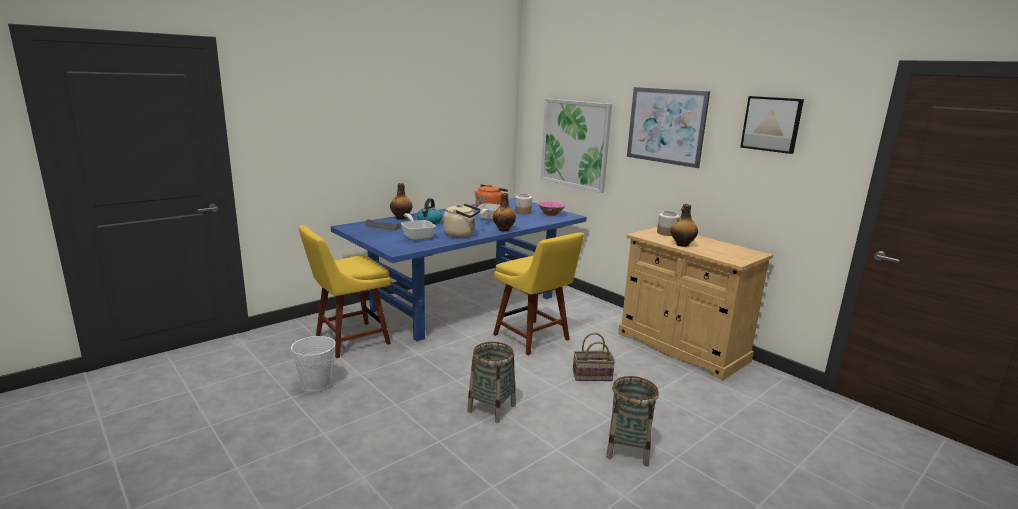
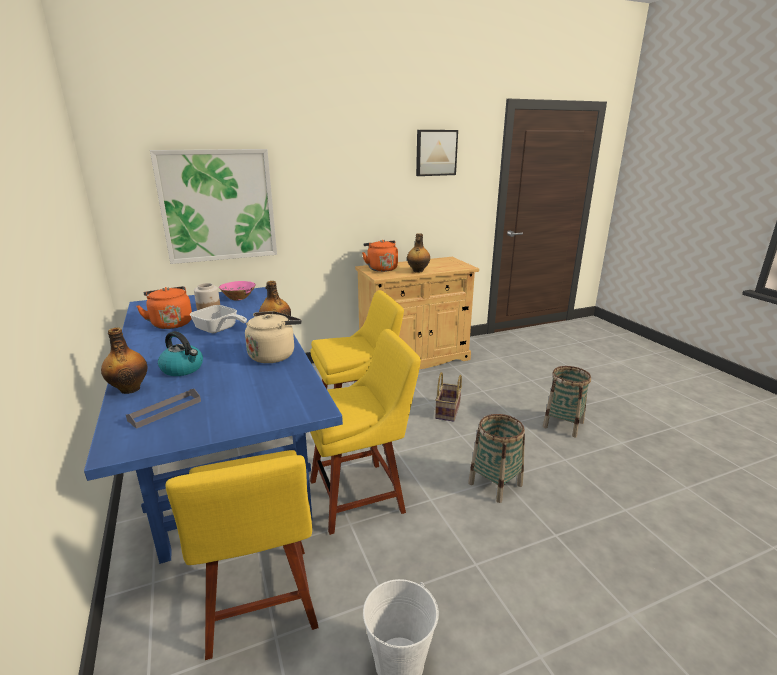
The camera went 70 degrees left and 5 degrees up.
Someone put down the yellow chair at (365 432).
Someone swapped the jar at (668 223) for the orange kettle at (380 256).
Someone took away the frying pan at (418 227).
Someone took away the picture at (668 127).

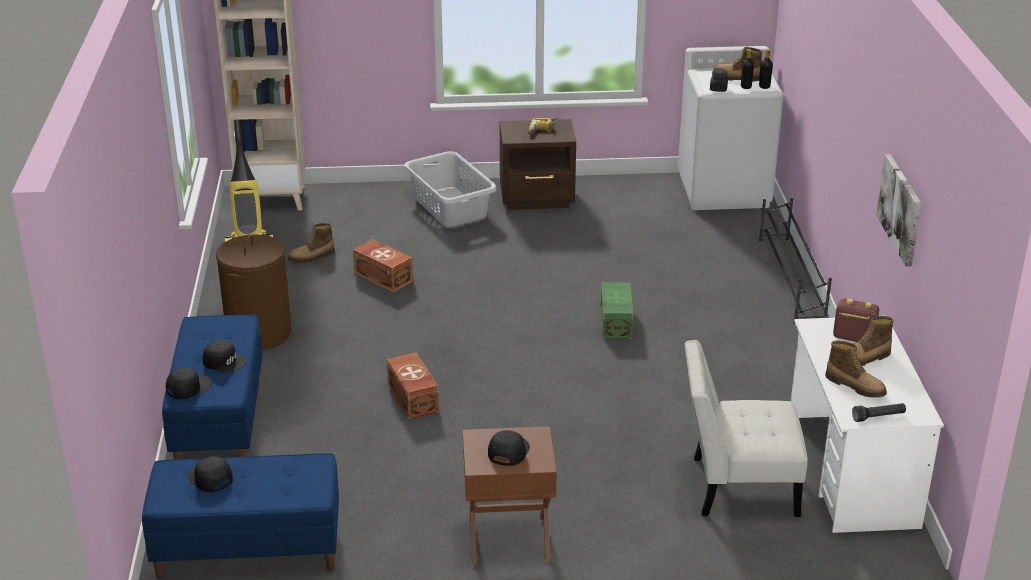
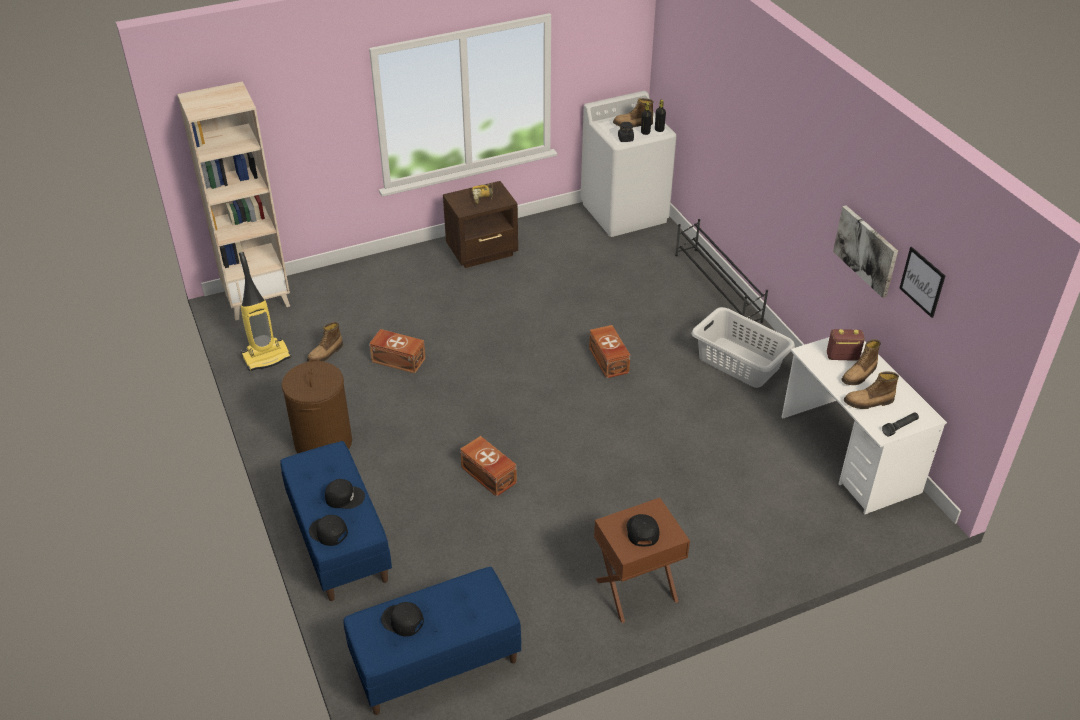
The camera went 20 degrees left and 10 degrees up.
Someone rotated the black cap at (188 383) by 90 degrees counterclockwise.
Someone repainted the green storage box at (617 310), which became the brown storage box at (609 351).
Someone carried the grey laundry basket from (450 189) to (743 347).
Someone rotated the boot at (856 369) by 150 degrees clockwise.
Someone put up the picture at (922 282).
Someone took away the white chair at (746 428).

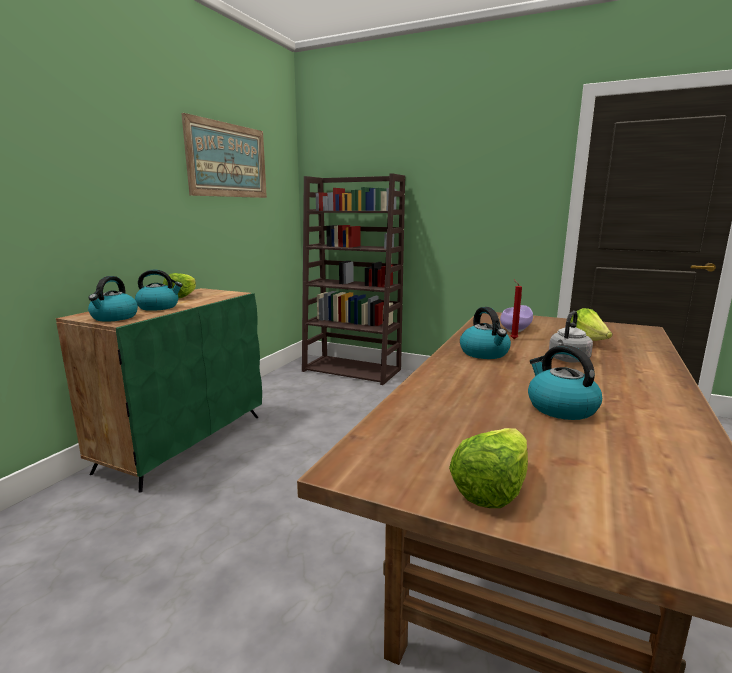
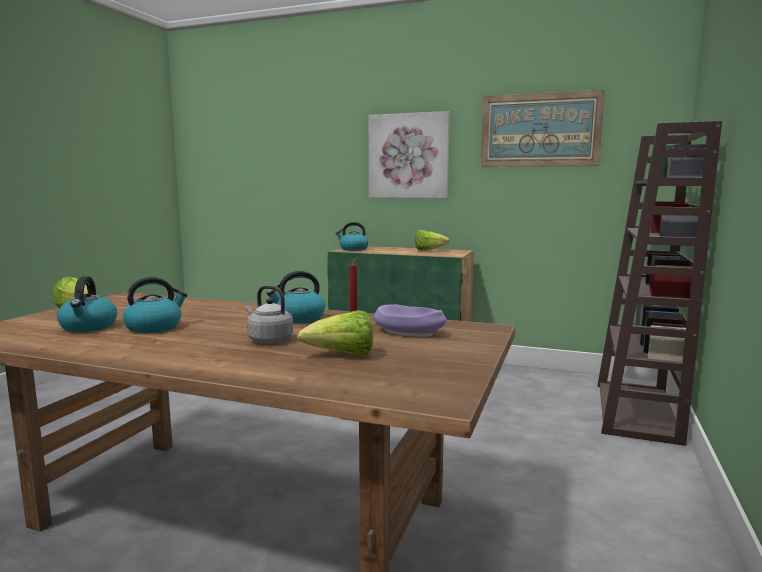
The camera went 85 degrees right and 5 degrees down.
Someone carried the kettle from (159 290) to (87 304).
Someone put up the picture at (409 154).

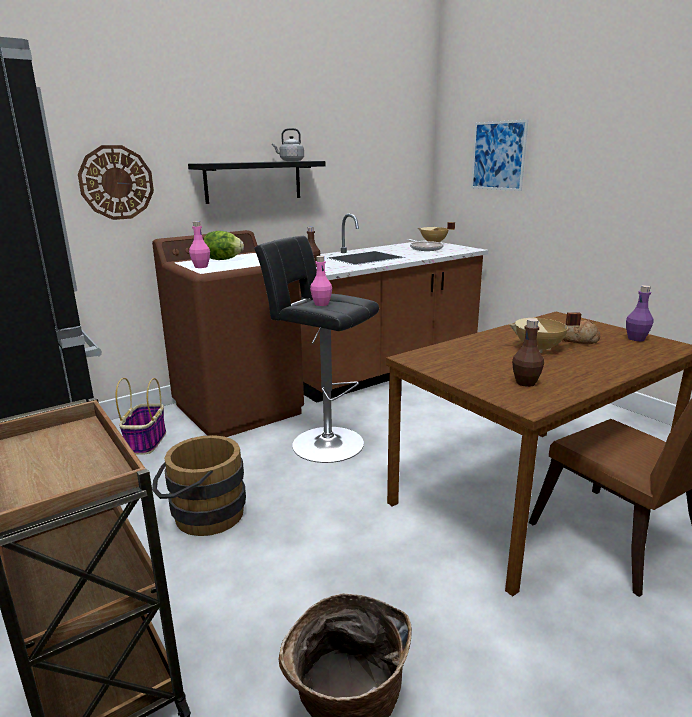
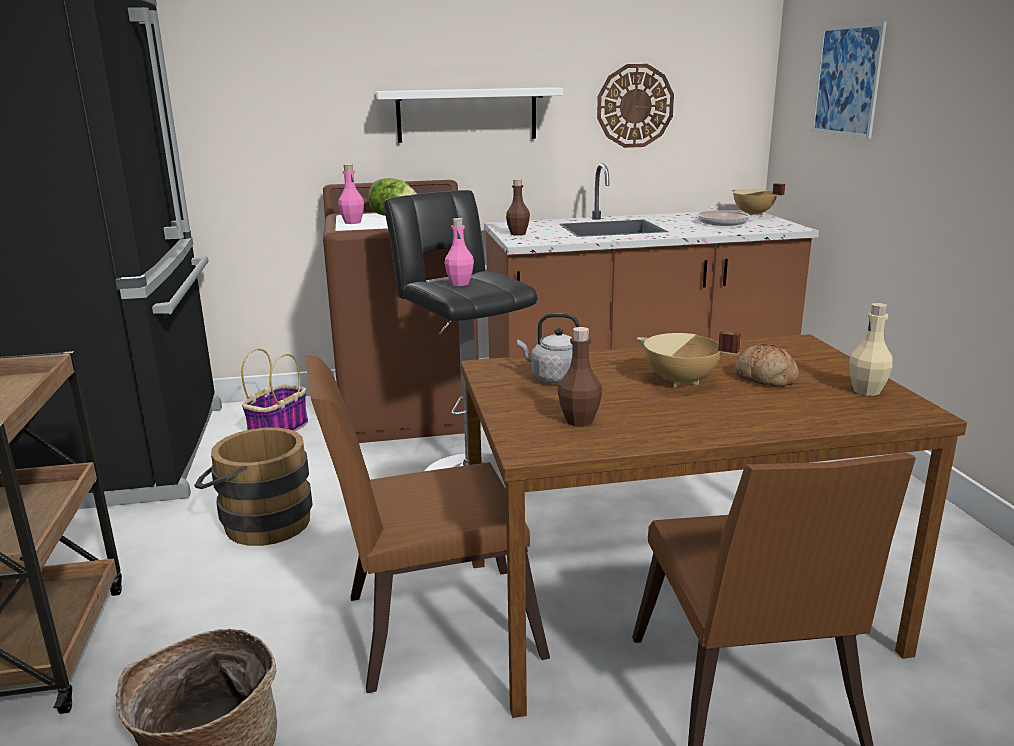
The camera went 25 degrees right and 0 degrees up.
Someone put down the brown chair at (427 524).
Someone repainted the black shelf at (256 182), which became the white shelf at (469 115).
Someone carried the grey kettle from (288 144) to (548 348).
Someone carried the wall clock from (116 182) to (635 106).
Someone repainted the purple bottle at (639 313), which became the beige bottle at (871 349).

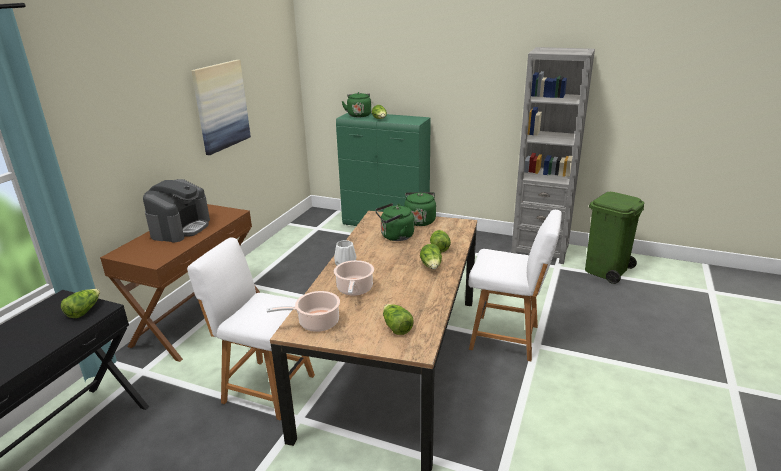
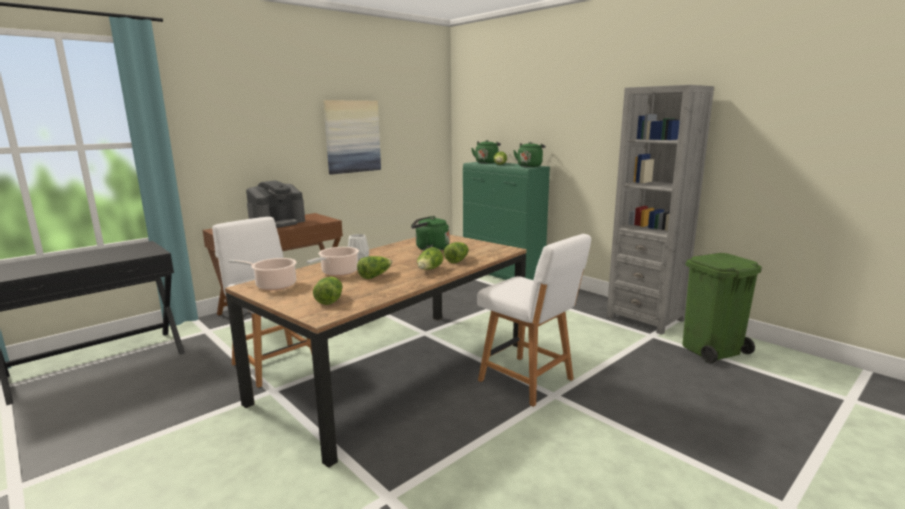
The camera went 25 degrees right and 10 degrees down.
Someone carried the lettuce from (80 303) to (374 267).
Someone carried the green kettle from (416 209) to (529 154).

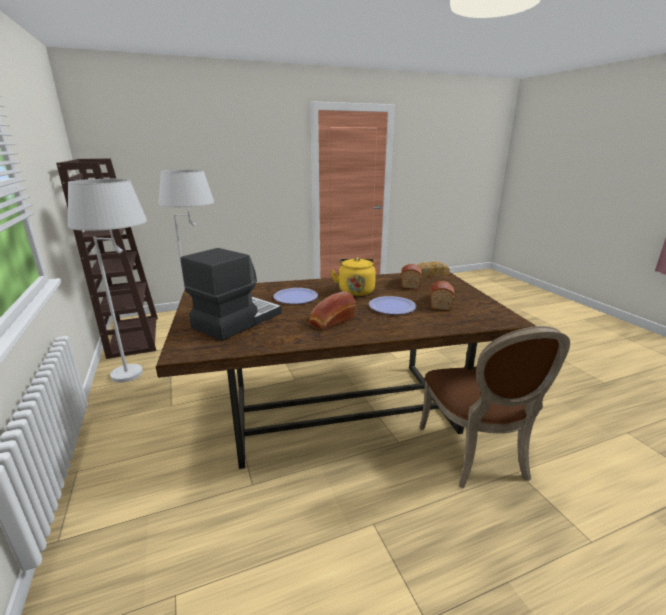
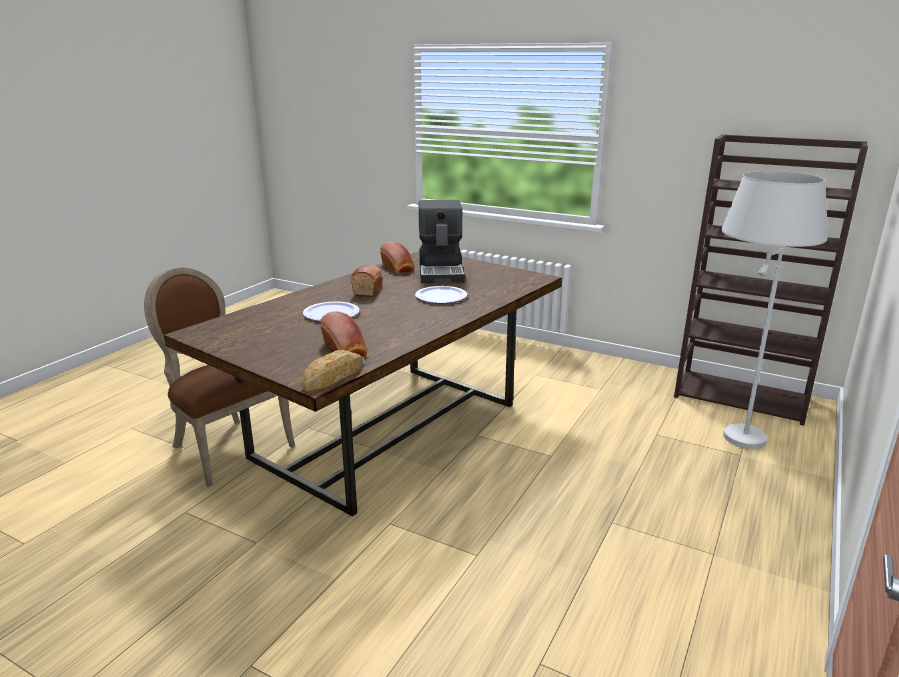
The camera went 140 degrees right and 0 degrees up.
Someone carried the bread from (442 296) to (397 257).
Someone took away the white floor lamp at (107 281).
Someone took away the yellow kettle at (353 276).

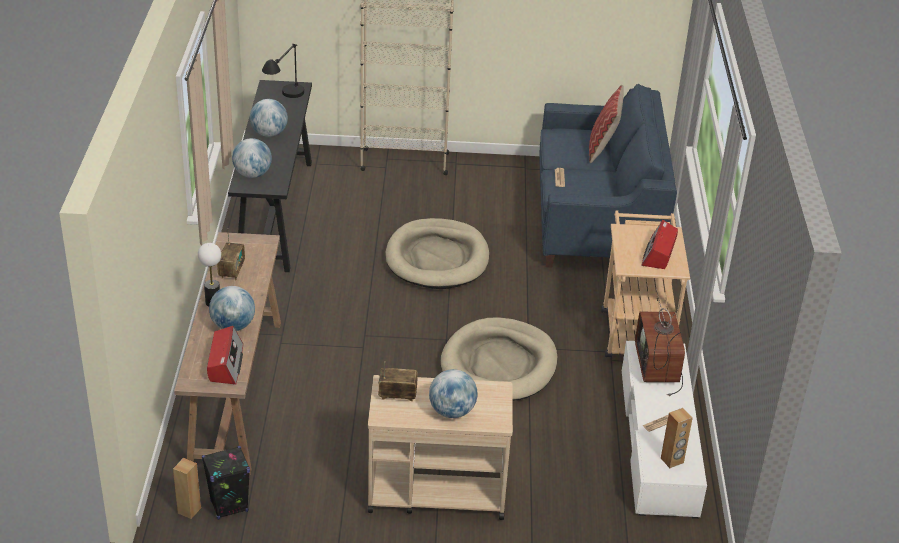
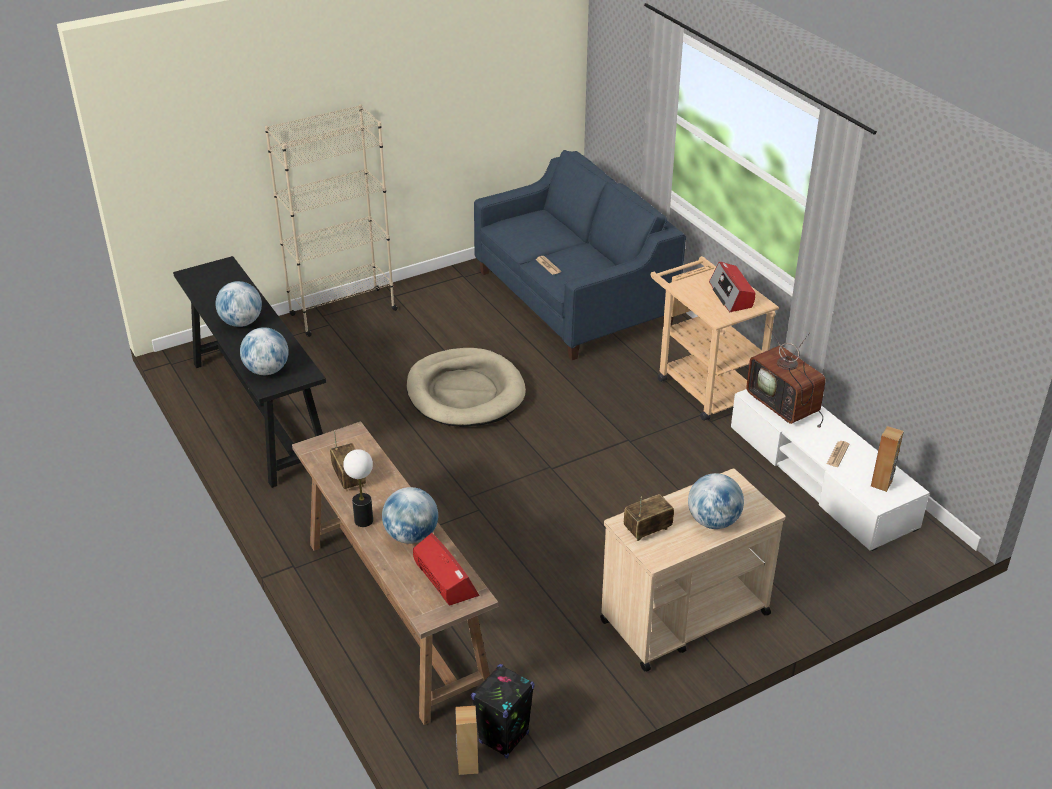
The camera went 30 degrees left and 0 degrees up.
Someone took away the black table lamp at (283 71).
Someone took away the beige dog bed at (499 359).
Someone took away the pillow at (606 124).

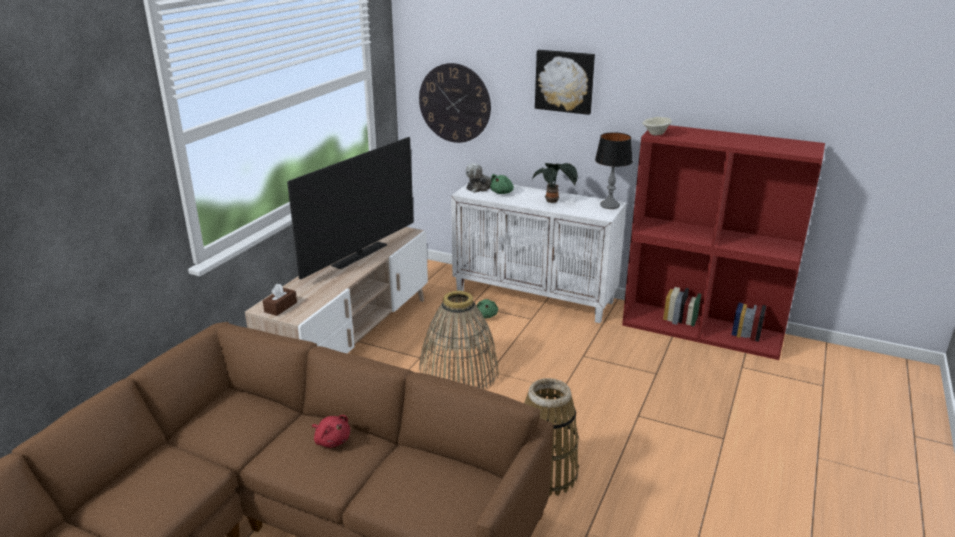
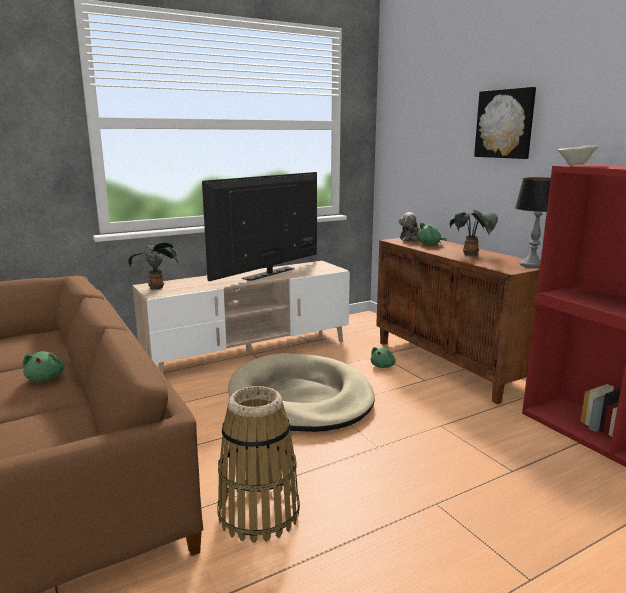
The camera went 35 degrees right and 10 degrees down.
Someone repainted the red plush toy at (331 431), which became the green plush toy at (44 366).
Someone swapped the brown tissue box at (280 299) for the potted plant at (153 265).
Someone rotated the television at (350 208) by 150 degrees clockwise.
Someone swapped the basket at (459 340) for the beige dog bed at (301 392).
Someone repainted the white cabinet at (539 253), which became the brown cabinet at (458 321).
Someone took away the wall clock at (455 103).

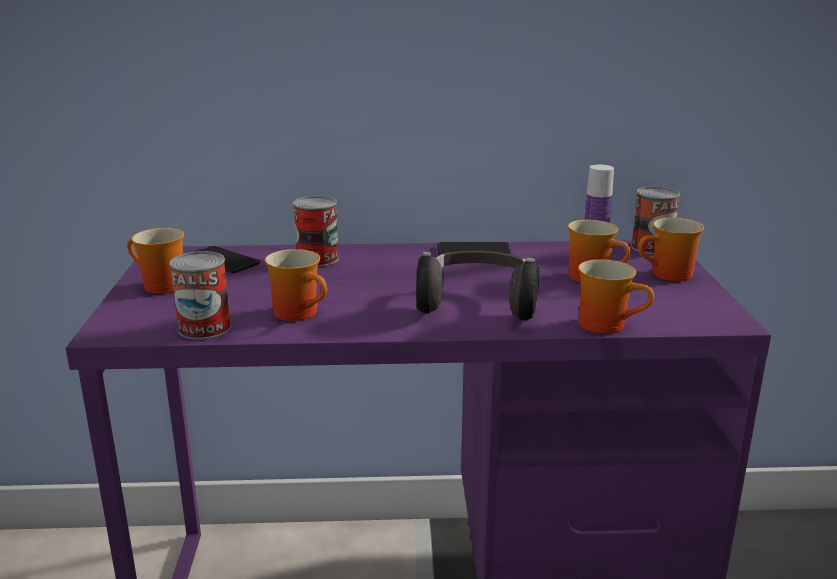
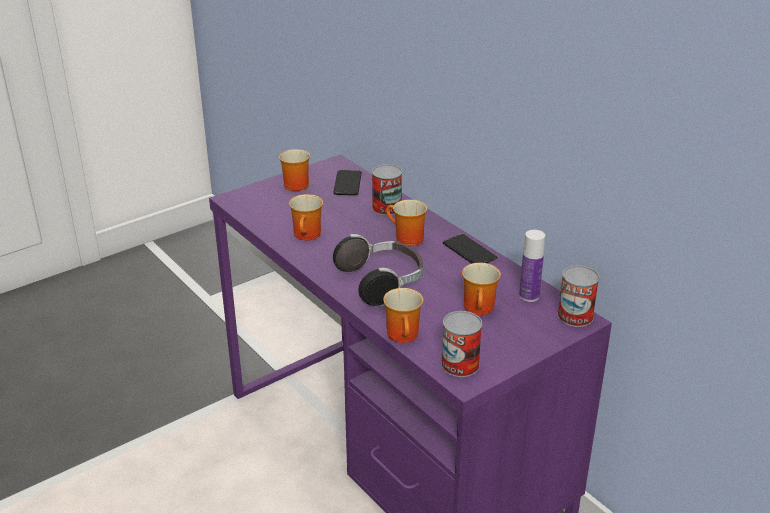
The camera went 55 degrees right and 10 degrees up.
Someone carried the mug from (671 249) to (406 222).
Someone carried the can from (200 295) to (461 344).

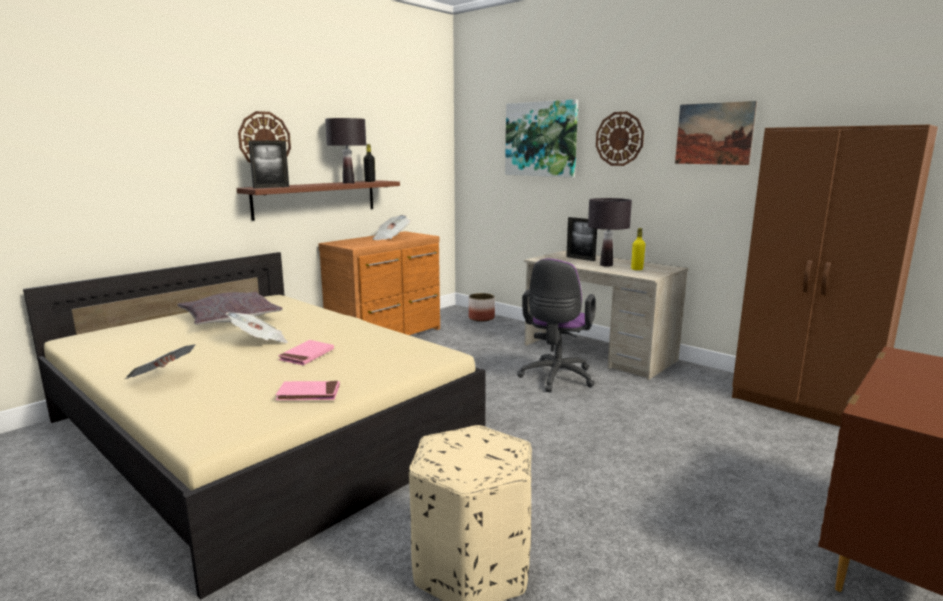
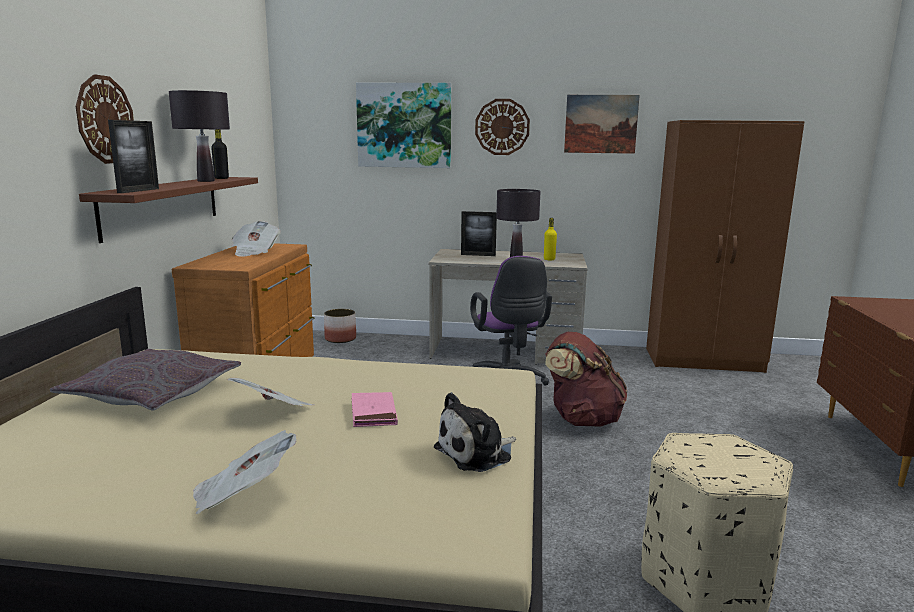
The camera went 35 degrees left and 0 degrees up.
Someone swapped the pink book at (308 390) for the plush toy at (475 432).
Someone put down the brown backpack at (586 379).

